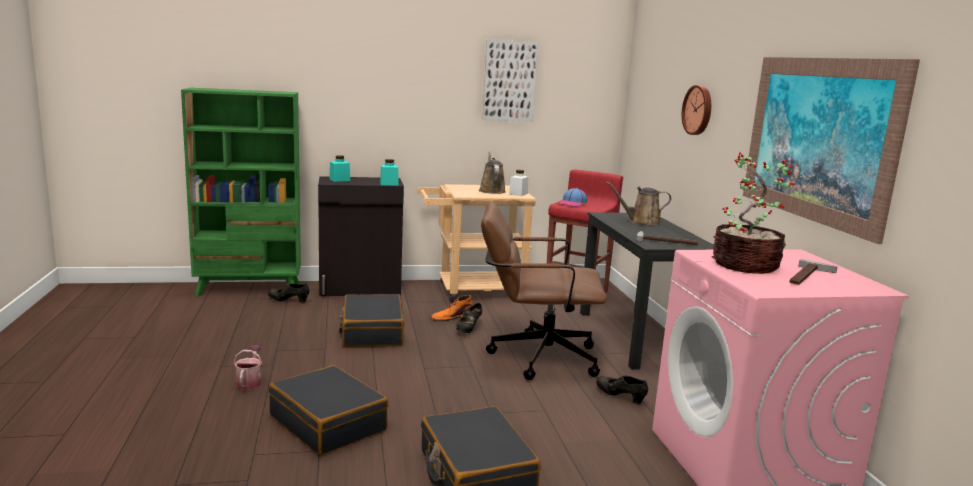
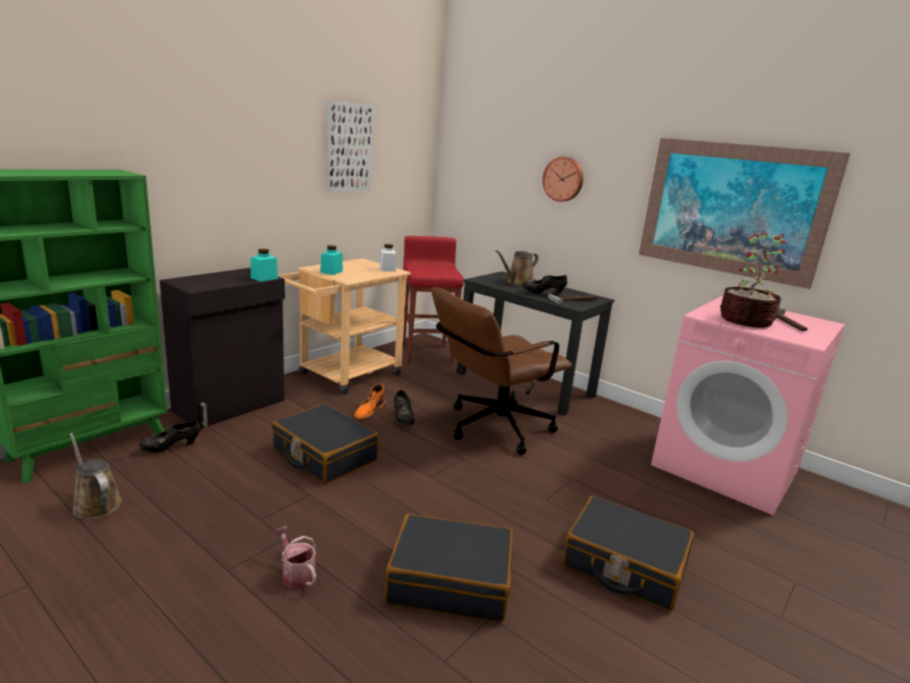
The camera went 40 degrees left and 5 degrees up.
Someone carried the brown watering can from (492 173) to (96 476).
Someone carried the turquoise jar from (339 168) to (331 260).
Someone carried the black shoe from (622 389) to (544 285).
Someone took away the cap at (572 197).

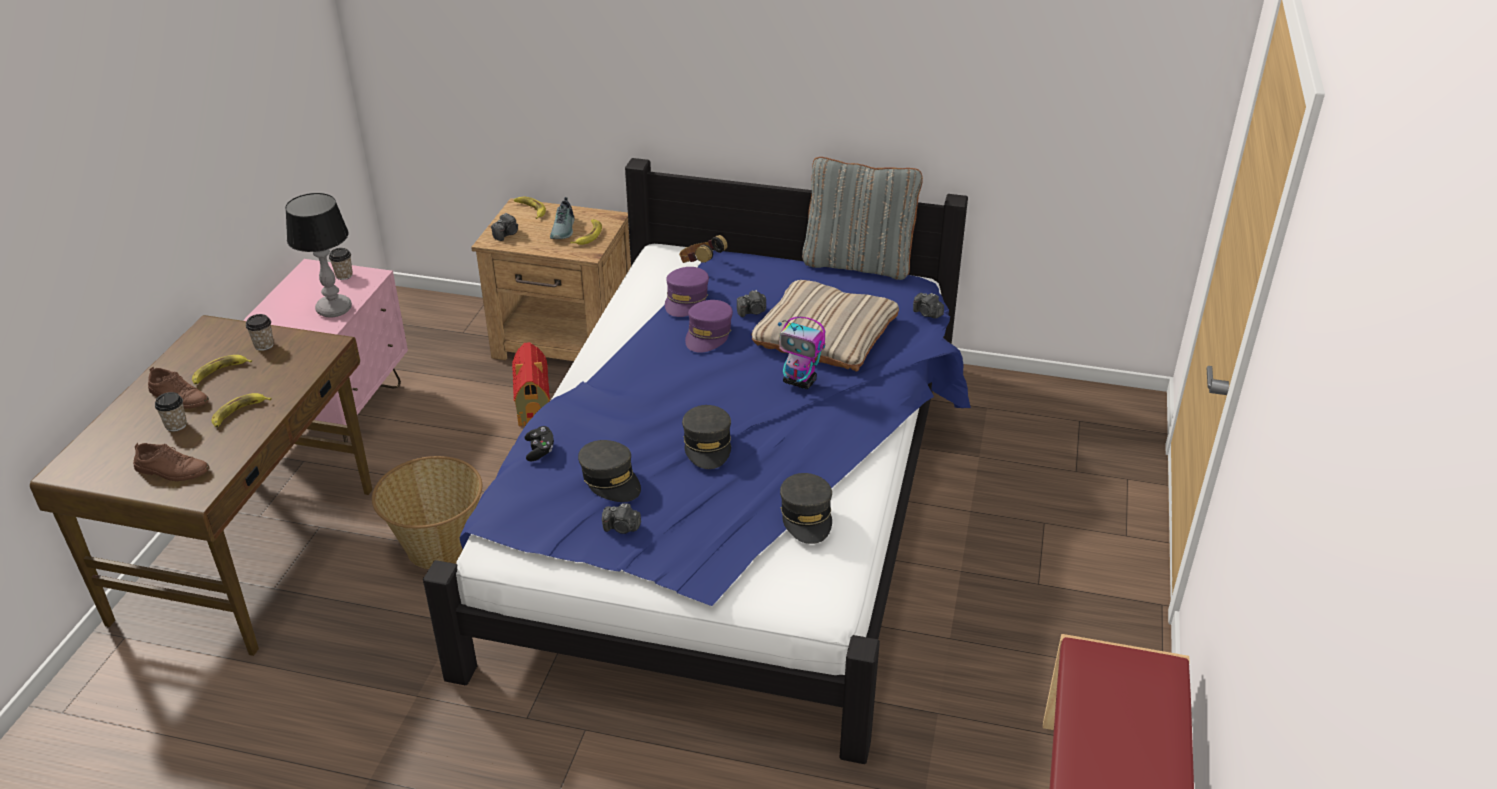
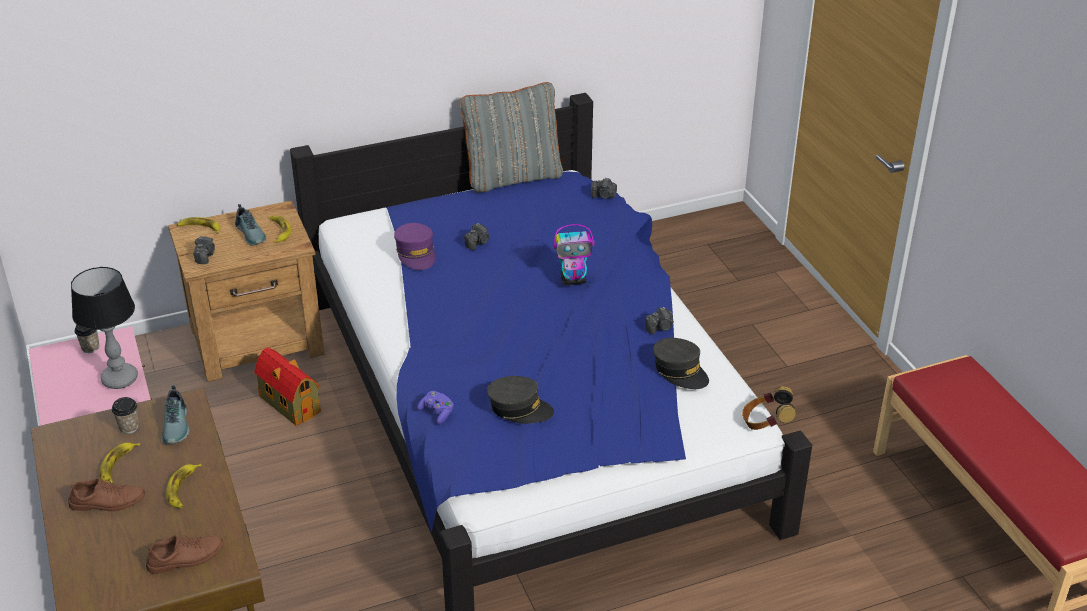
The camera went 35 degrees left and 0 degrees up.
Someone put down the shoe at (175 414).
Someone repainted the black game controller at (539 443), which became the purple game controller at (435 407).
Someone carried the photo camera from (621 518) to (659 321).
Someone carried the headphones from (703 249) to (769 408).
Someone took away the cup at (171 412).
Someone took away the basket at (427 512).
Someone took away the grey cap at (706 437).
Someone took away the purple cap at (709 326).
Someone took away the beige pillow at (825 326).

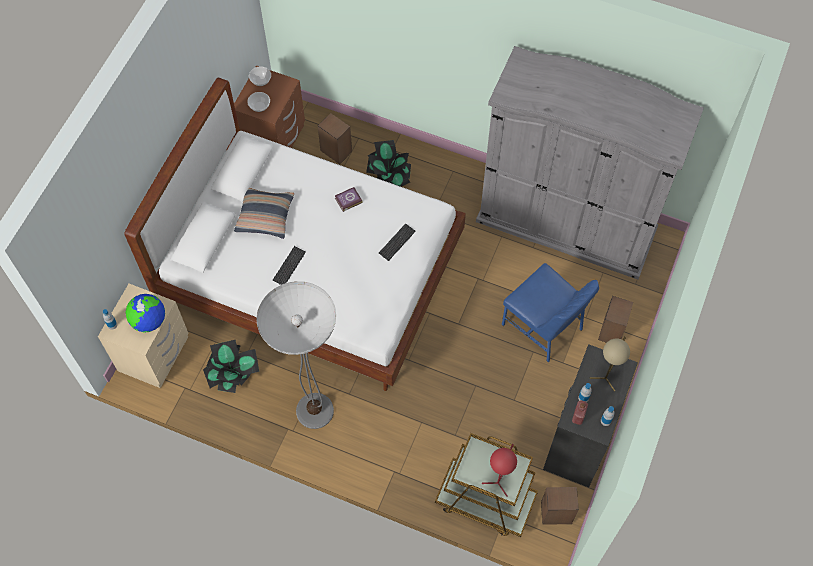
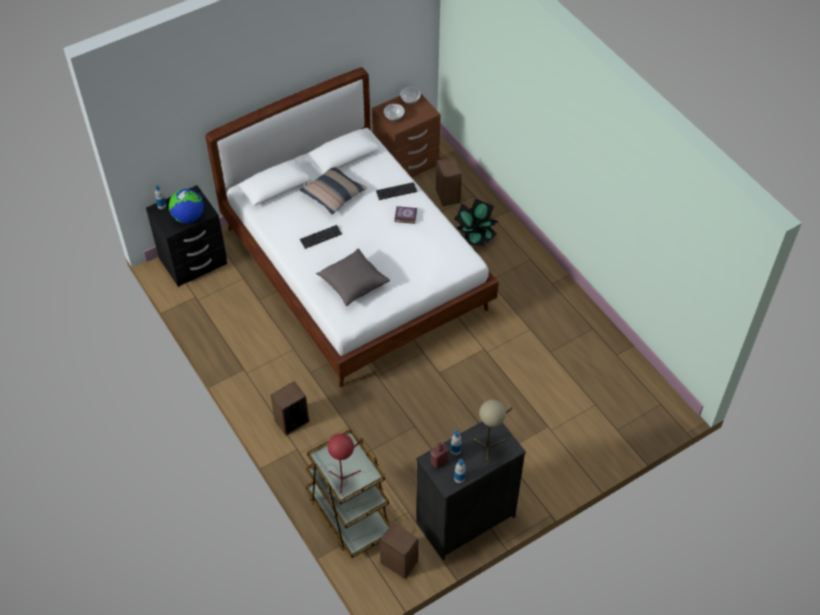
The camera went 35 degrees right and 10 degrees down.
Someone repainted the beige nightstand at (143 336), which became the black nightstand at (186 236).
Someone carried the speaker from (615 319) to (289 408).
Someone put down the grey pillow at (353 277).
Someone carried the keyboard from (397 242) to (396 191).
Someone took away the potted plant at (231 366).
Someone took away the floor lamp at (296 355).
Someone took away the grey wardrobe at (590 162).
Someone took away the blue chair at (550 312).

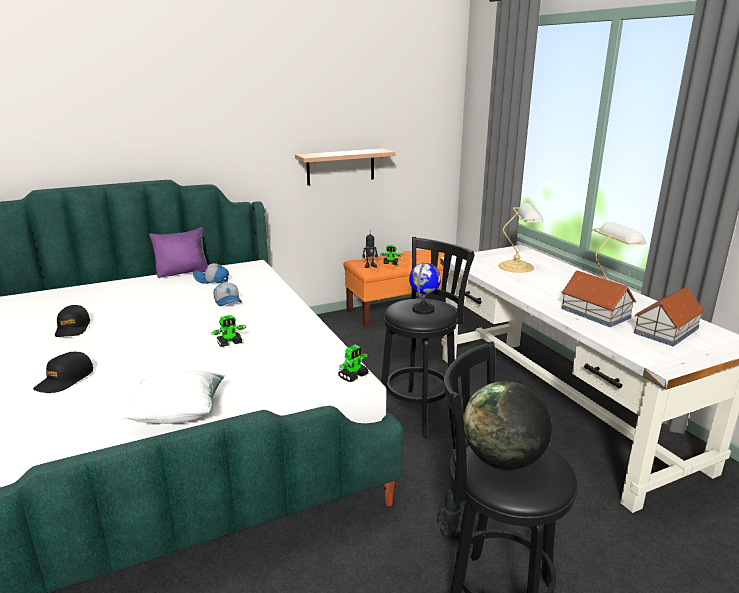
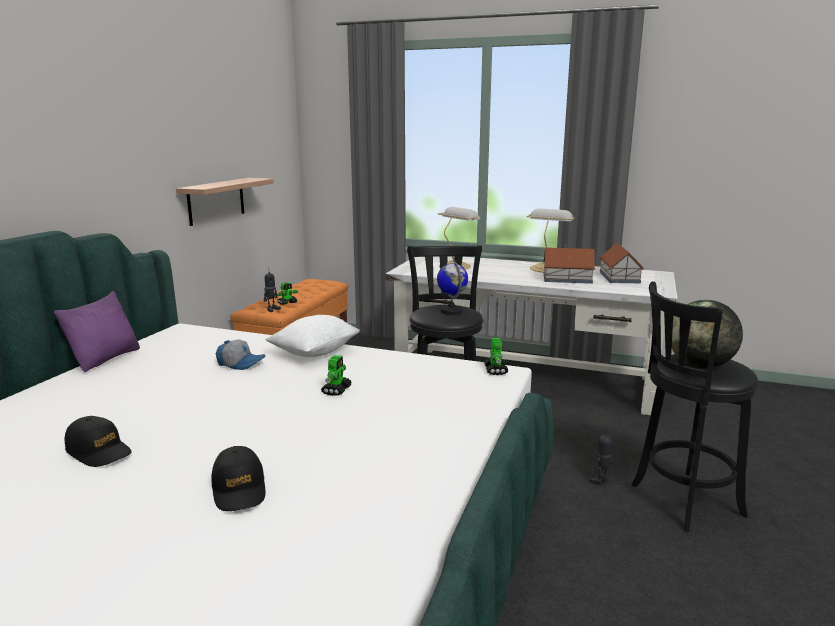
The camera went 45 degrees left and 5 degrees down.
Someone carried the white pillow from (173 397) to (312 336).
Someone took away the cap at (211 273).

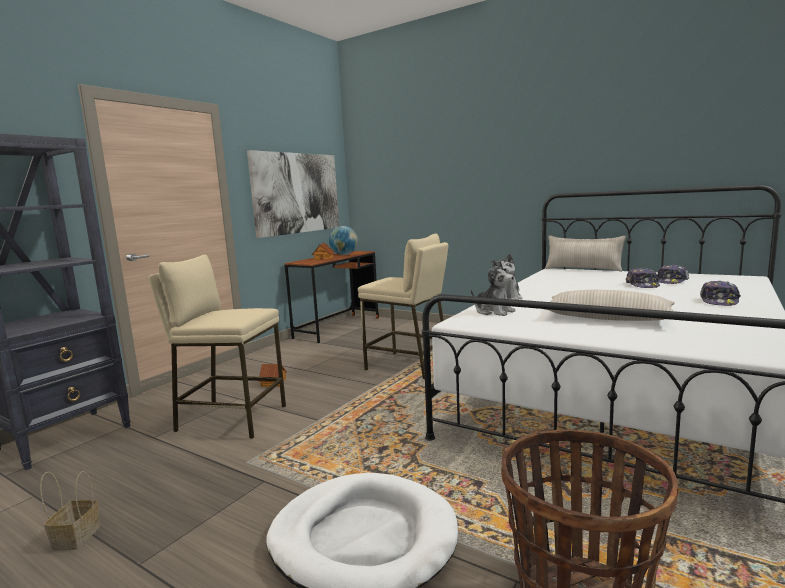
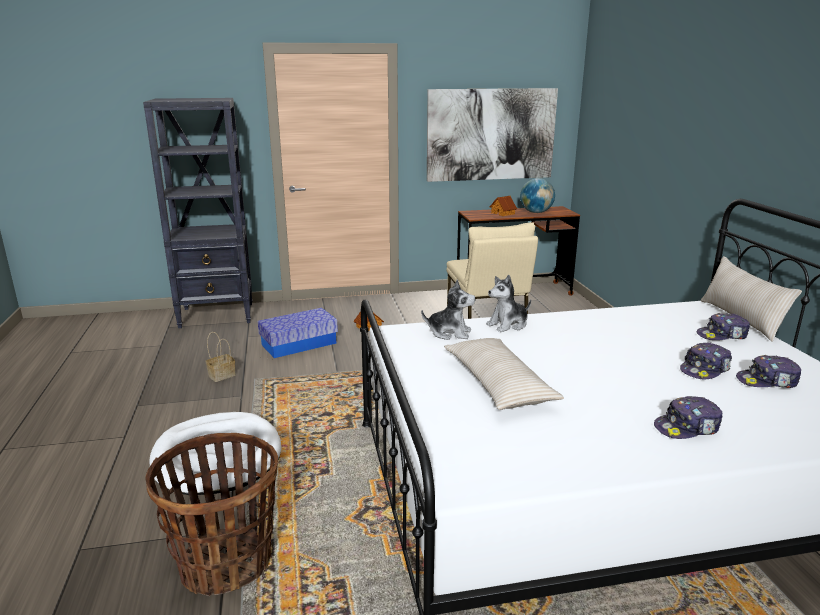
The camera went 45 degrees right and 10 degrees up.
Someone carried the basket from (70 510) to (221 357).
Someone swapped the beige stool at (217 346) for the storage box at (298 333).
Someone rotated the plush toy at (493 288) by 75 degrees counterclockwise.
Someone put down the cap at (723 326).

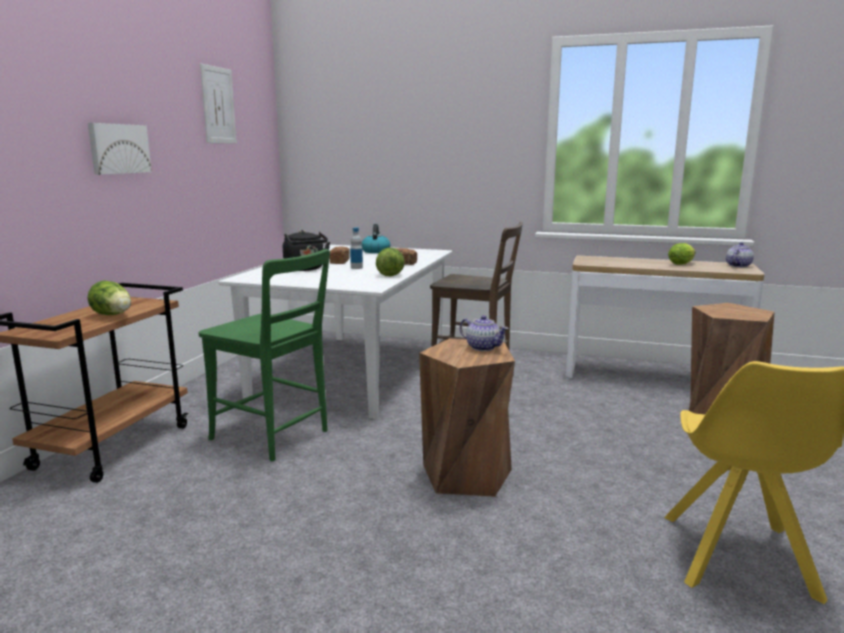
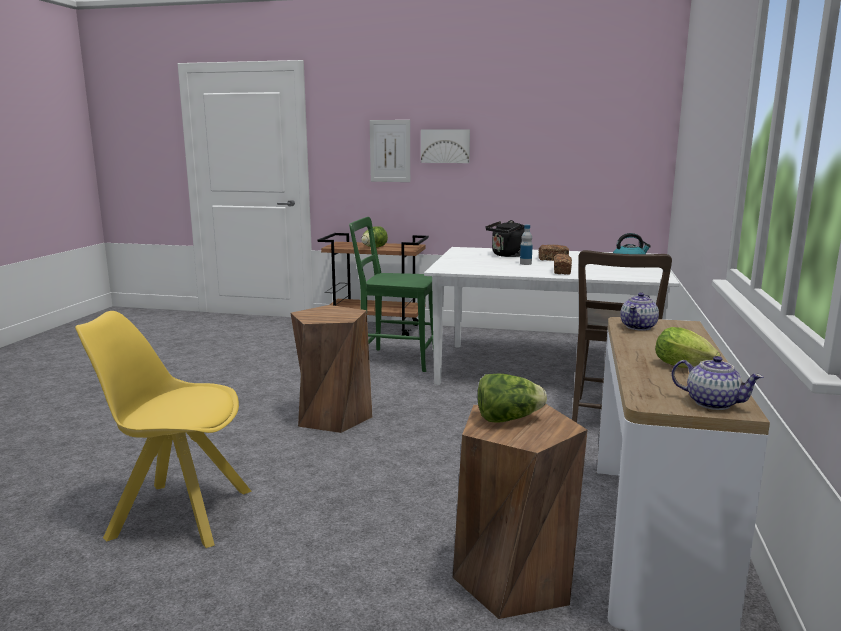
The camera went 85 degrees right and 0 degrees up.
Someone rotated the green chair at (264 355) by 75 degrees clockwise.
Someone carried the picture from (218 104) to (390 151).
Someone carried the lettuce from (390 262) to (512 398).
Someone carried the teapot from (484 333) to (639 311).

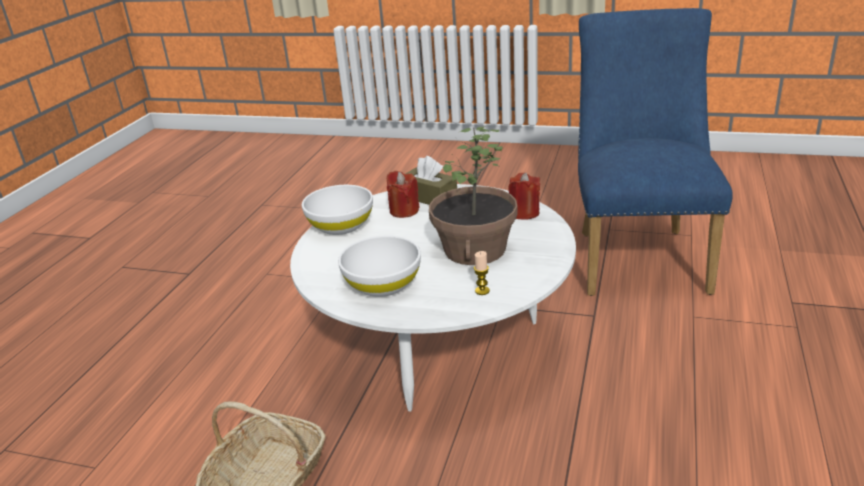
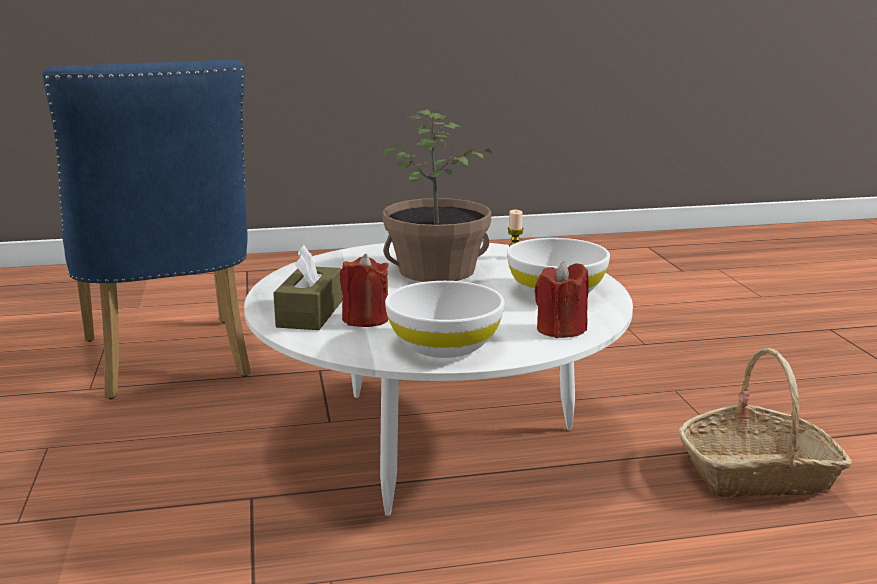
The camera went 120 degrees left and 10 degrees down.
Someone rotated the blue chair at (655 152) by 90 degrees counterclockwise.
Someone carried the red candle from (524 196) to (562 299).

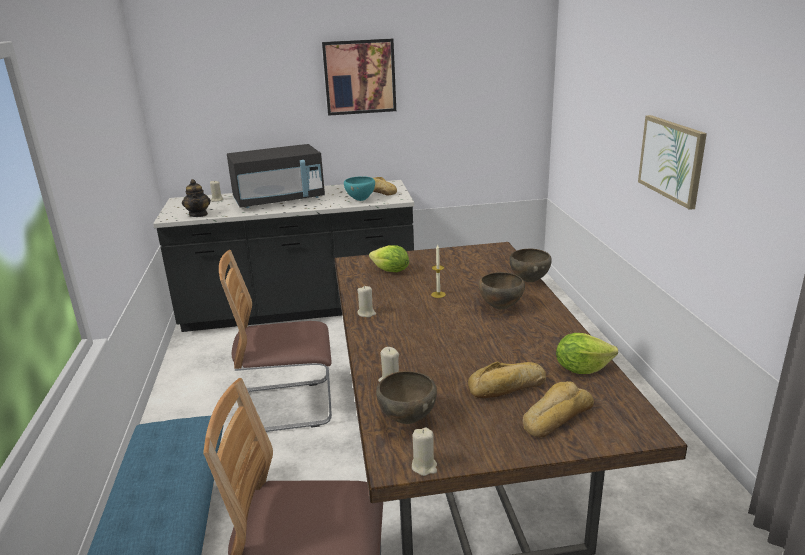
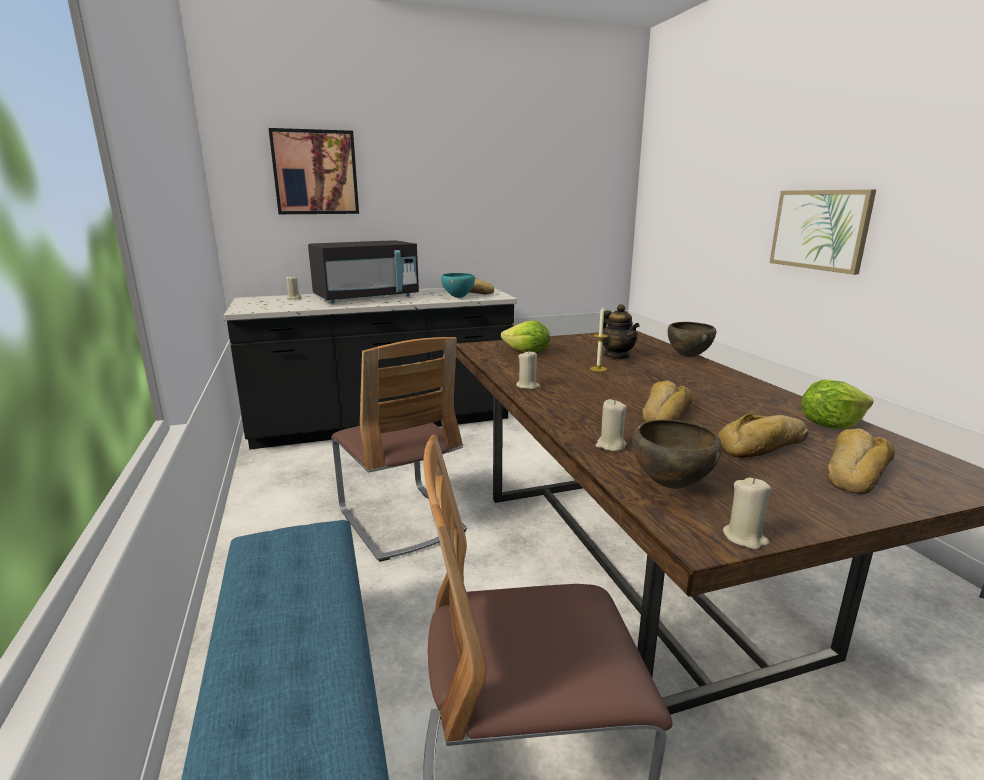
The camera went 10 degrees left and 5 degrees down.
Someone carried the picture from (359 77) to (313 171).
Someone rotated the chair at (275 341) by 105 degrees counterclockwise.
Someone carried the teapot from (196 198) to (621 331).
Someone put down the bread at (667 401).
Someone took away the brown bowl at (502 290).

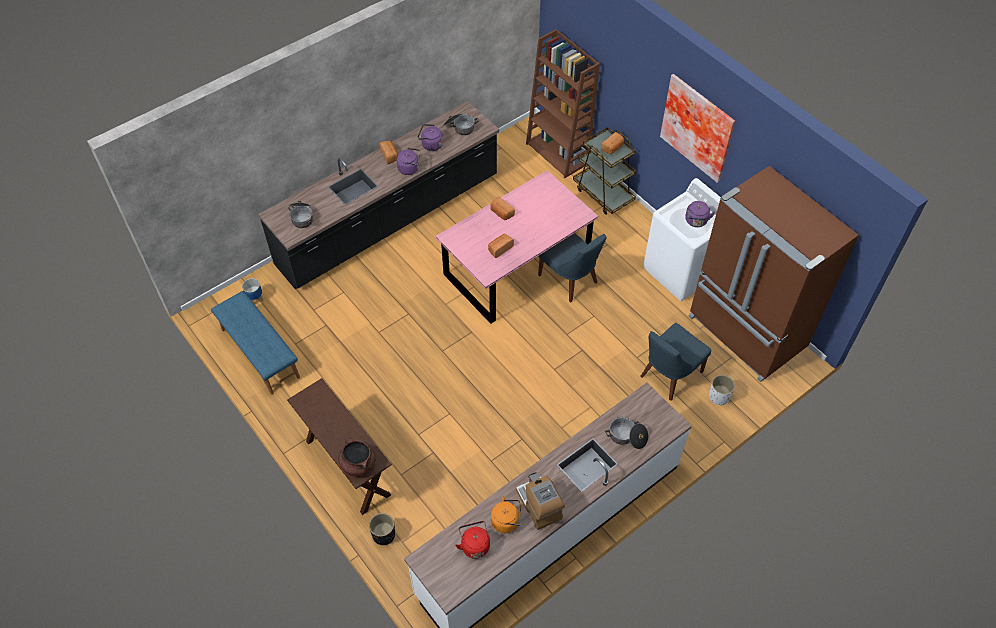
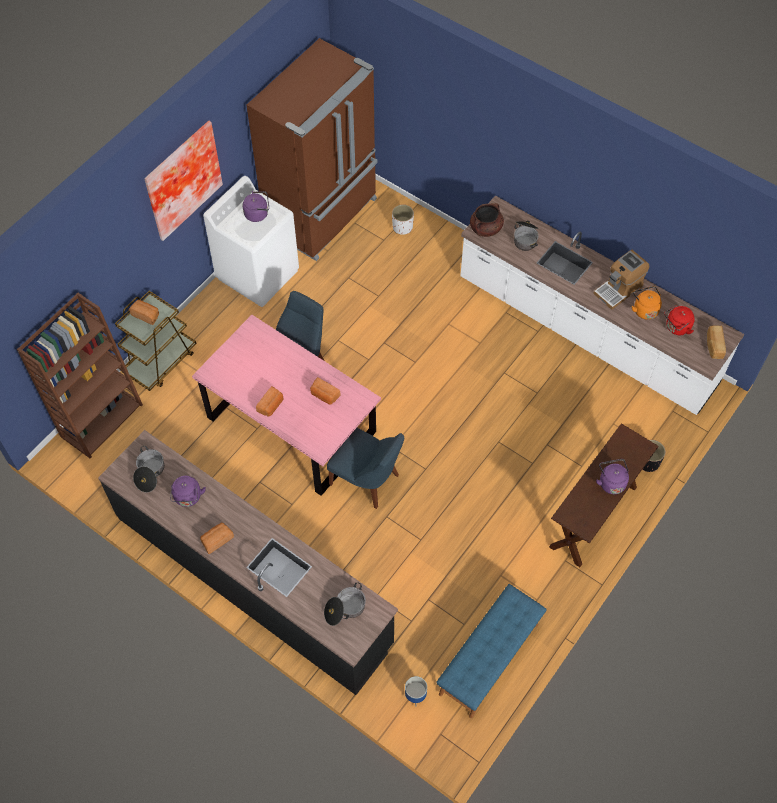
The camera went 105 degrees left and 5 degrees up.
Someone carried the blue chair from (675 362) to (365 468).
Someone carried the brown cooking pot from (357 457) to (487 220).
Someone carried the purple kettle from (408 161) to (612 476).
Someone put down the bread at (716 342).

